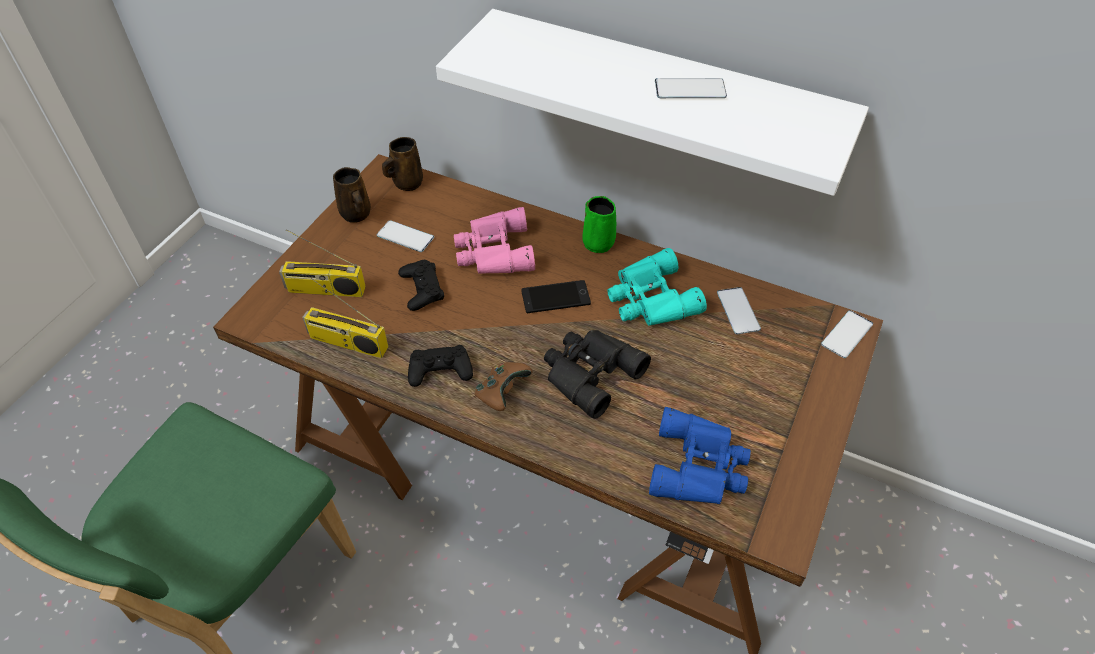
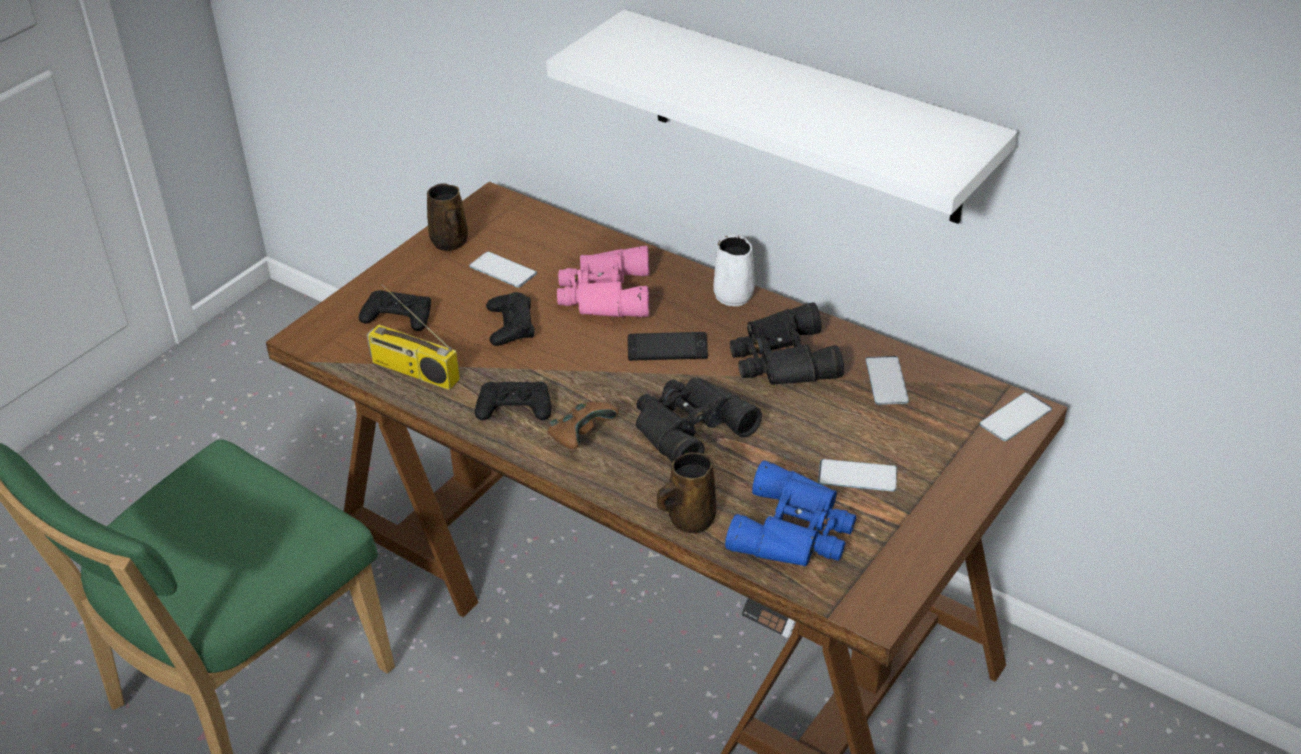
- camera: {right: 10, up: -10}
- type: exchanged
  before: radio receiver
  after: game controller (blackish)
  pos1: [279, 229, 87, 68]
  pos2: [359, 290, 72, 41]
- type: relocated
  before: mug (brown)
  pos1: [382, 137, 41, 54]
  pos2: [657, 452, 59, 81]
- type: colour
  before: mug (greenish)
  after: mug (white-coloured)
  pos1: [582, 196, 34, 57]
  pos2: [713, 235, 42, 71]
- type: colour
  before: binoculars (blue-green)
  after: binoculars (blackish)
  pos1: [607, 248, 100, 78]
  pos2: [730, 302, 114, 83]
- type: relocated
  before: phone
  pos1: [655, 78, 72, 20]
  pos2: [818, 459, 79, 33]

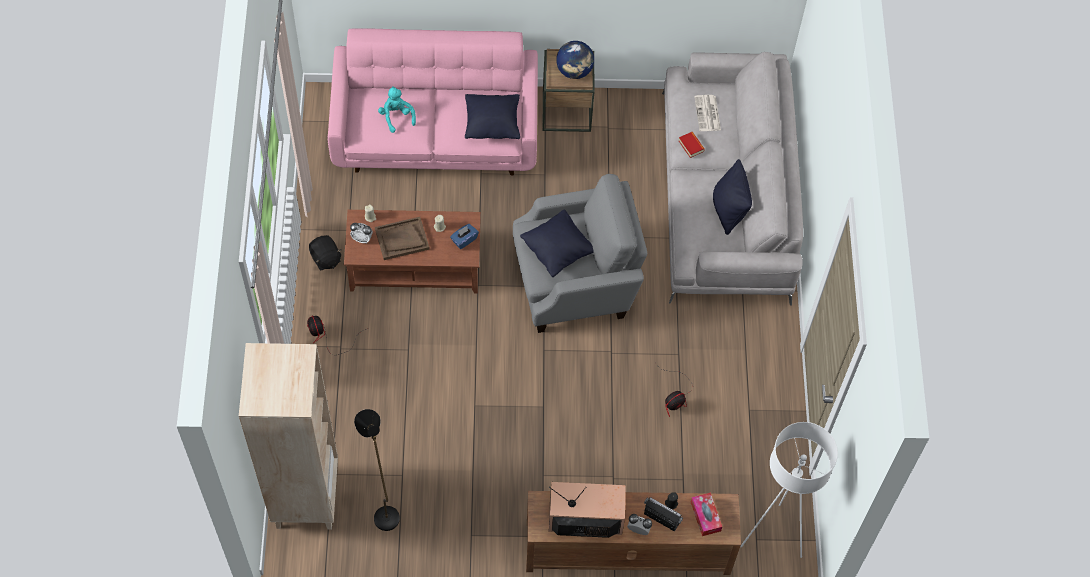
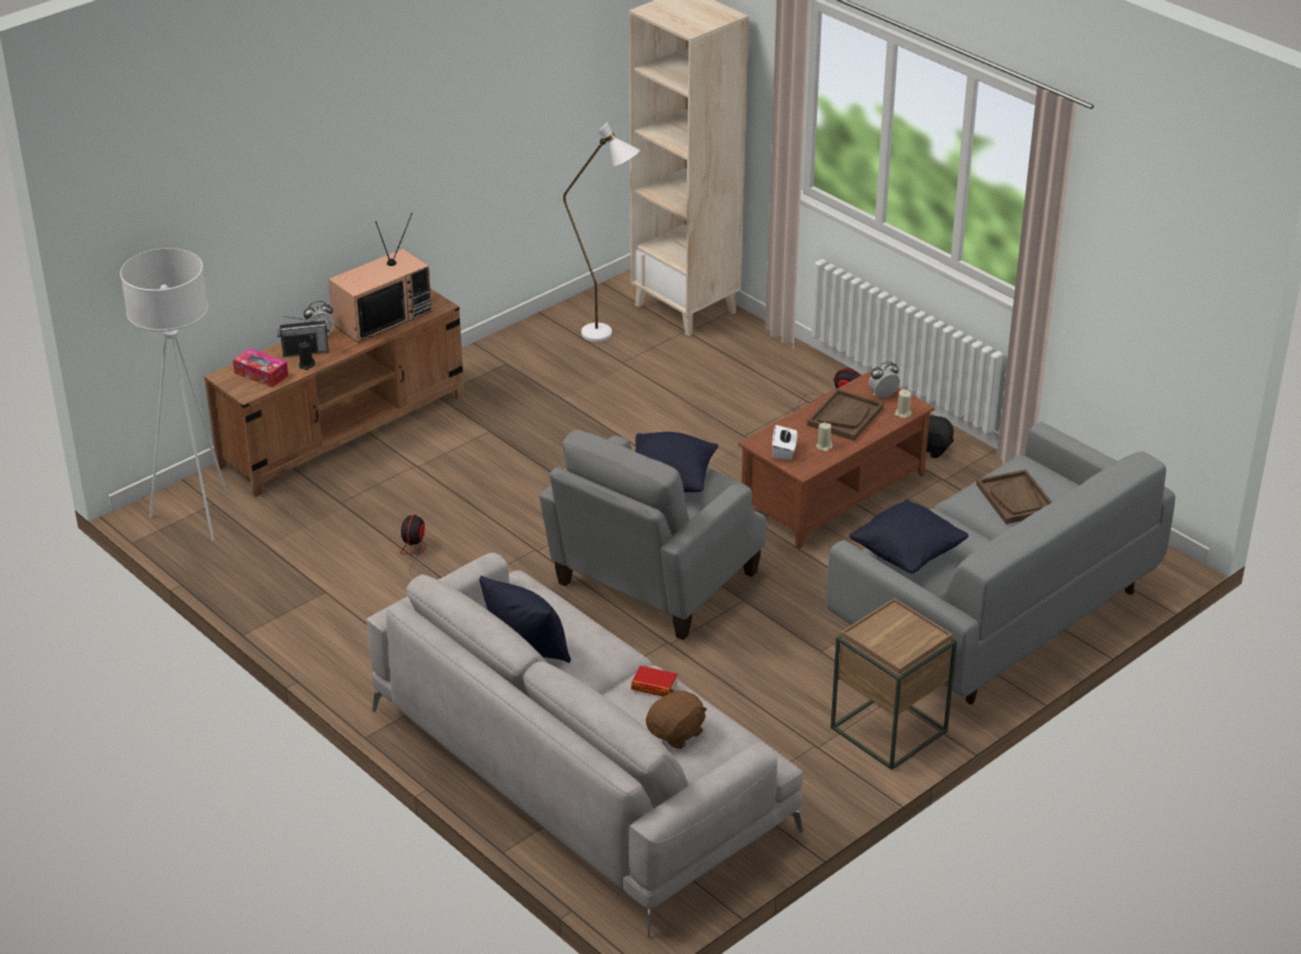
- camera: {right: 140, up: -25}
- type: colour
  before: floor lamp (blackish)
  after: floor lamp (white-coloured)
  pos1: [354, 409, 46, 122]
  pos2: [563, 122, 77, 220]
- type: exchanged
  before: printed paper
  after: cuddly toy (brown)
  pos1: [694, 95, 27, 36]
  pos2: [646, 686, 61, 63]
- type: colour
  before: tissue holder (blue-coloured)
  after: tissue holder (white-coloured)
  pos1: [450, 224, 29, 25]
  pos2: [772, 425, 25, 35]
- type: colour
  before: couch (pink)
  after: couch (grey)
  pos1: [328, 29, 210, 147]
  pos2: [826, 421, 349, 283]
- type: exchanged
  before: cuddly toy (blue-green)
  after: serving tray (brown)
  pos1: [378, 86, 38, 47]
  pos2: [976, 469, 76, 55]
- type: missing
  before: globe
  pos1: [556, 41, 38, 38]

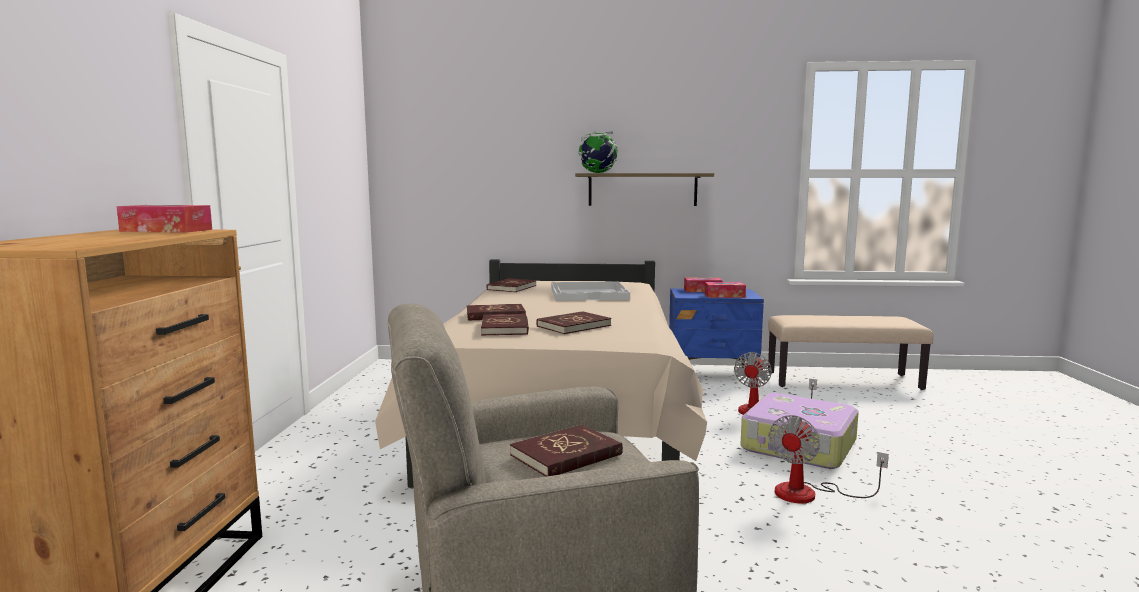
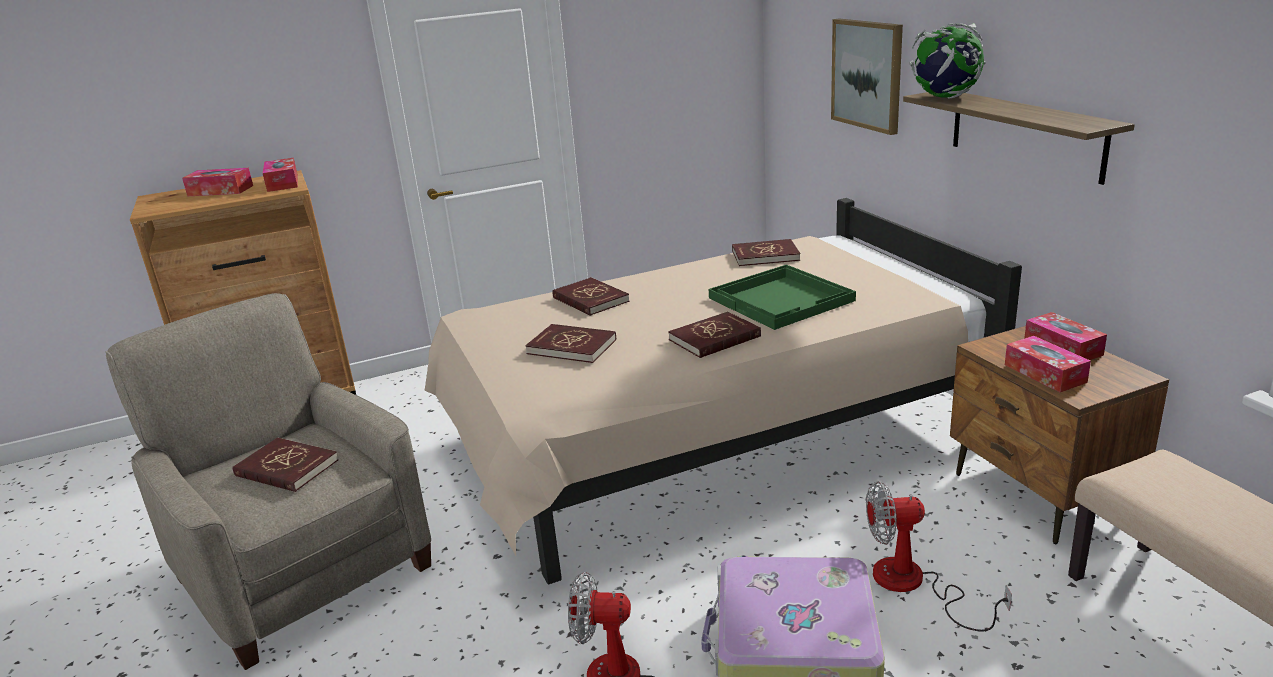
- camera: {right: 65, up: 15}
- type: appeared
  after: tissue holder
  pos2: [182, 168, 71, 28]
- type: relocated
  before: bound book (red-coloured)
  pos1: [481, 314, 48, 21]
  pos2: [668, 311, 93, 47]
- type: colour
  before: serving tray (white-coloured)
  after: serving tray (greenish)
  pos1: [551, 281, 79, 20]
  pos2: [709, 264, 147, 66]
- type: appeared
  after: wall art
  pos2: [831, 19, 72, 116]
- type: colour
  before: night table (blue-coloured)
  after: night table (brown)
  pos1: [669, 288, 95, 80]
  pos2: [950, 326, 219, 218]

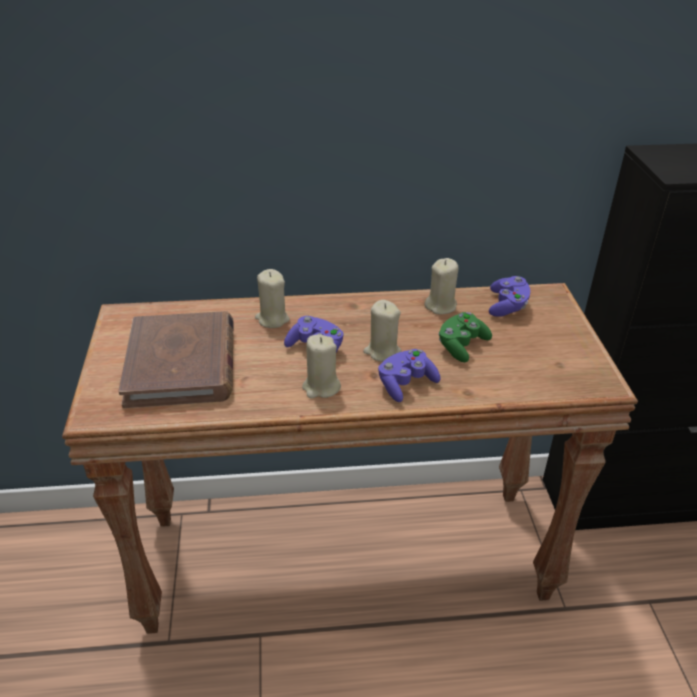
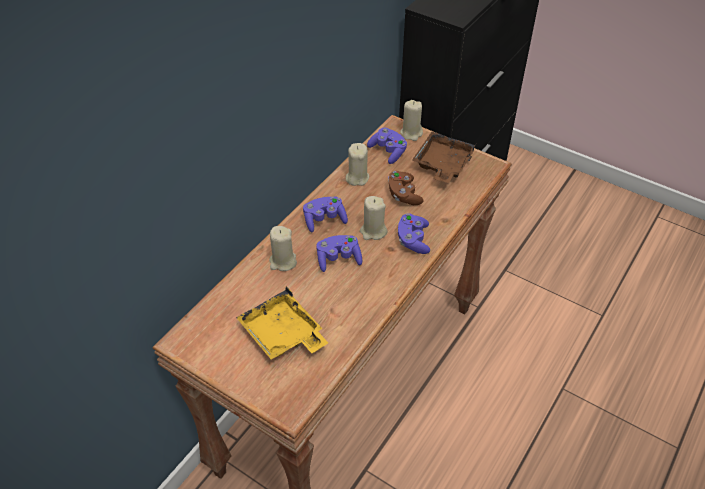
- camera: {right: -50, up: 10}
- type: exchanged
  before: bound book (brown)
  after: serving tray (yellow-coloured)
  pos1: [118, 311, 115, 97]
  pos2: [236, 286, 92, 73]
- type: appeared
  after: game controller (purplish)
  pos2: [303, 197, 45, 36]
- type: colour
  before: game controller (greenish)
  after: game controller (brown)
  pos1: [438, 312, 54, 50]
  pos2: [388, 171, 35, 34]
- type: relocated
  before: wax candle (sand-coloured)
  pos1: [302, 334, 39, 64]
  pos2: [400, 100, 23, 41]
- type: appeared
  after: serving tray (brown)
  pos2: [412, 132, 64, 51]

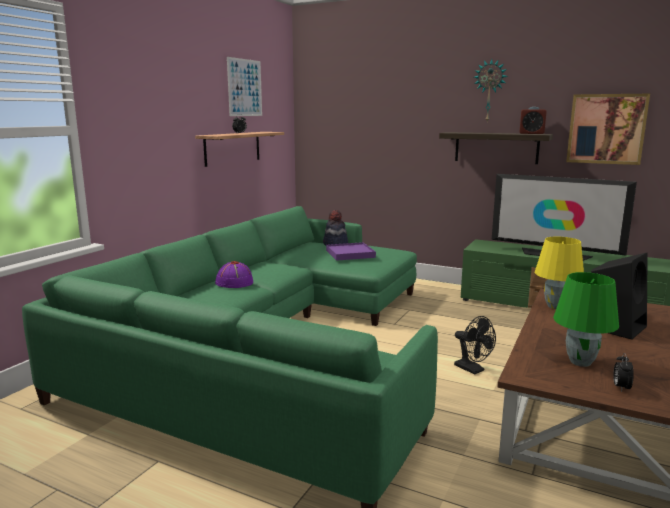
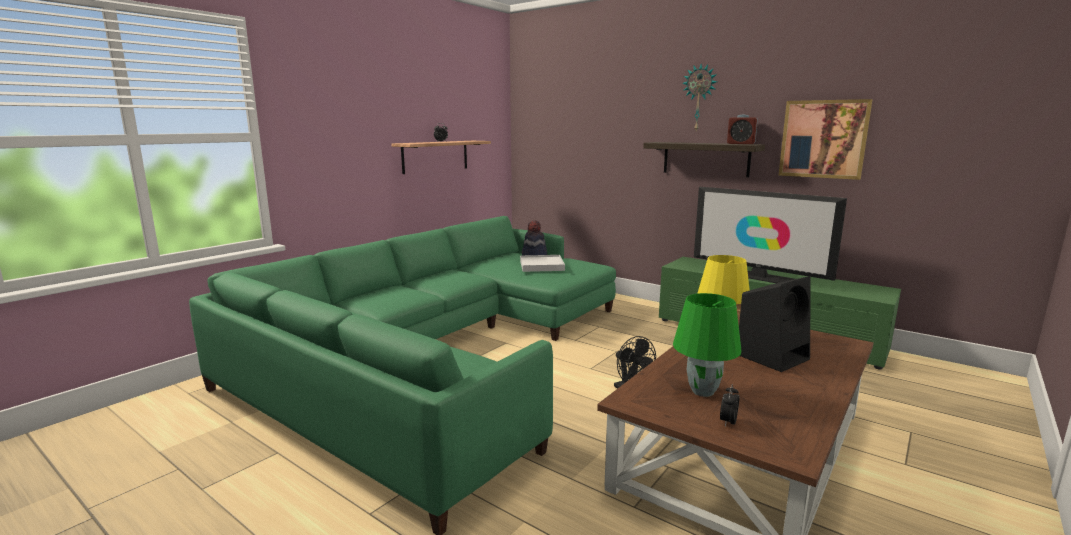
- camera: {right: 10, up: 0}
- type: colour
  before: serving tray (purplish)
  after: serving tray (white-coloured)
  pos1: [326, 242, 50, 19]
  pos2: [520, 255, 45, 17]
- type: missing
  before: clothing hat (purplish)
  pos1: [215, 261, 38, 27]
- type: missing
  before: wall art
  pos1: [227, 57, 35, 59]

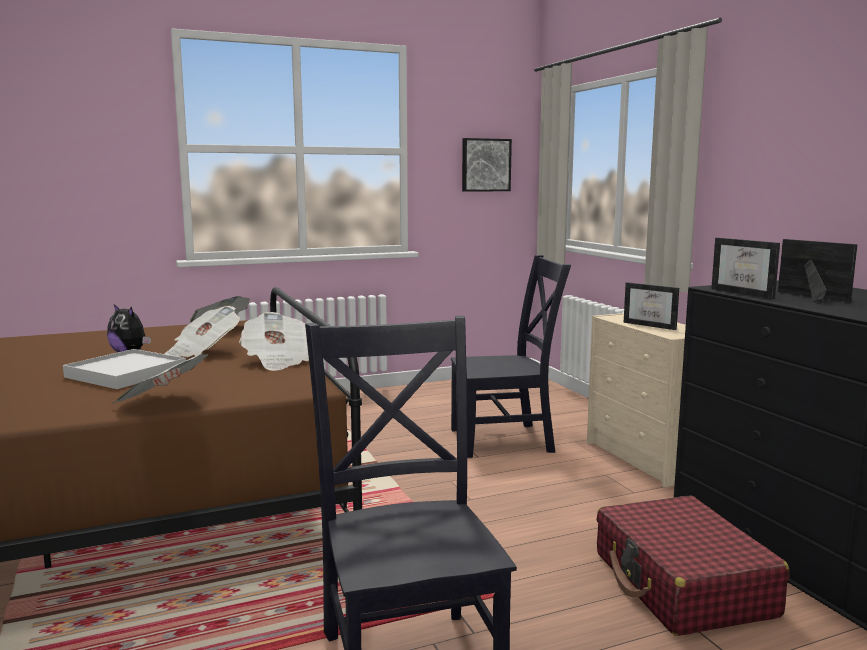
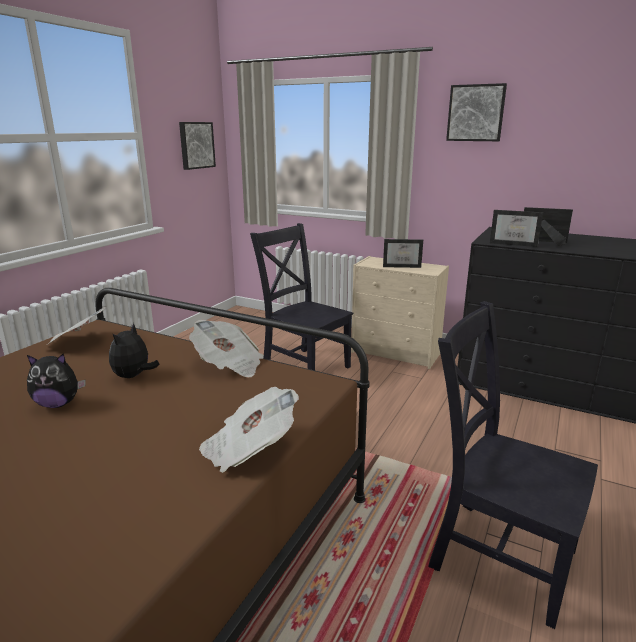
- camera: {right: -40, up: 10}
- type: exchanged
  before: printed paper
  after: cuddly toy
  pos1: [165, 306, 75, 51]
  pos2: [109, 323, 51, 55]
- type: spun
  before: plain chair (blackish)
  pos1: [451, 255, 120, 203]
  pos2: [250, 223, 103, 147]
  turn: -90
- type: appeared
  after: wall art
  pos2: [446, 83, 61, 58]
- type: missing
  before: serving tray (white-coloured)
  pos1: [63, 349, 123, 40]
- type: missing
  before: piece of luggage (red-coloured)
  pos1: [597, 496, 192, 140]

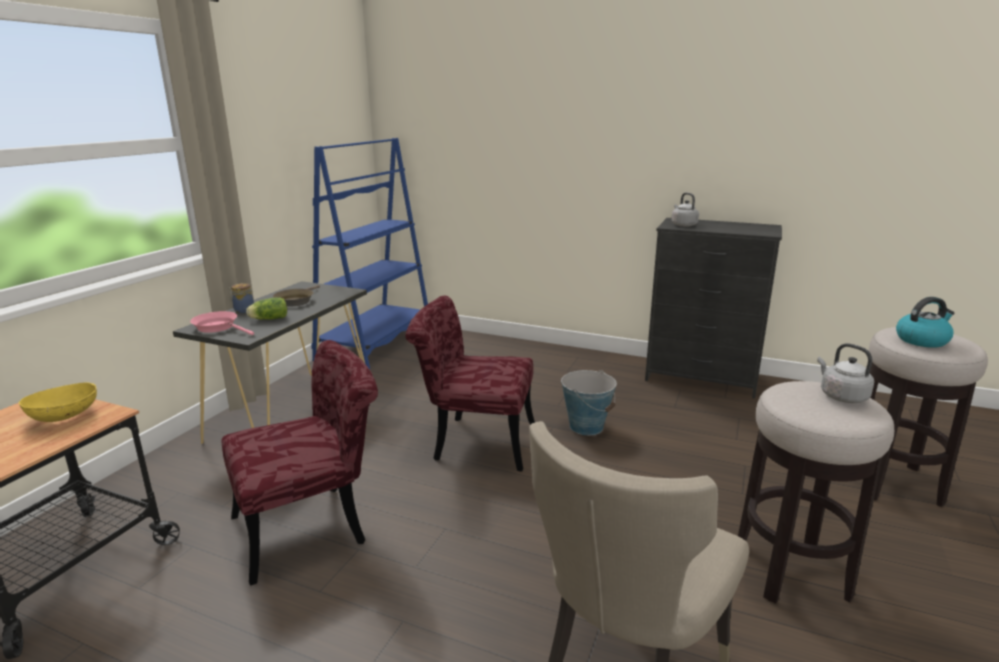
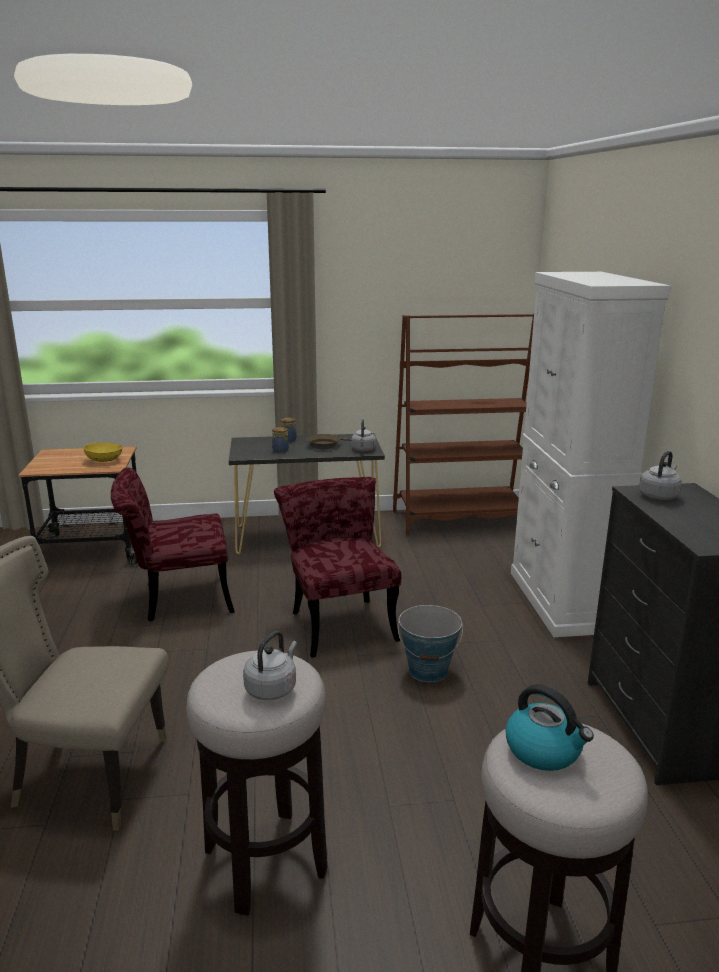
- camera: {right: 60, up: 0}
- type: spun
  before: plain chair (red-coloured)
  pos1: [221, 340, 157, 246]
  pos2: [111, 468, 123, 154]
  turn: 135
- type: exchanged
  before: lettuce
  after: preserve jar
  pos1: [246, 297, 41, 23]
  pos2: [272, 427, 17, 25]
- type: appeared
  after: tea kettle (grey)
  pos2: [351, 419, 25, 32]
- type: colour
  before: bookcase (blue-coloured)
  after: bookcase (brown)
  pos1: [311, 138, 117, 231]
  pos2: [393, 313, 141, 223]
- type: appeared
  after: cabinet (white-coloured)
  pos2: [511, 272, 160, 365]
- type: missing
  before: frying pan (pink)
  pos1: [190, 311, 64, 24]

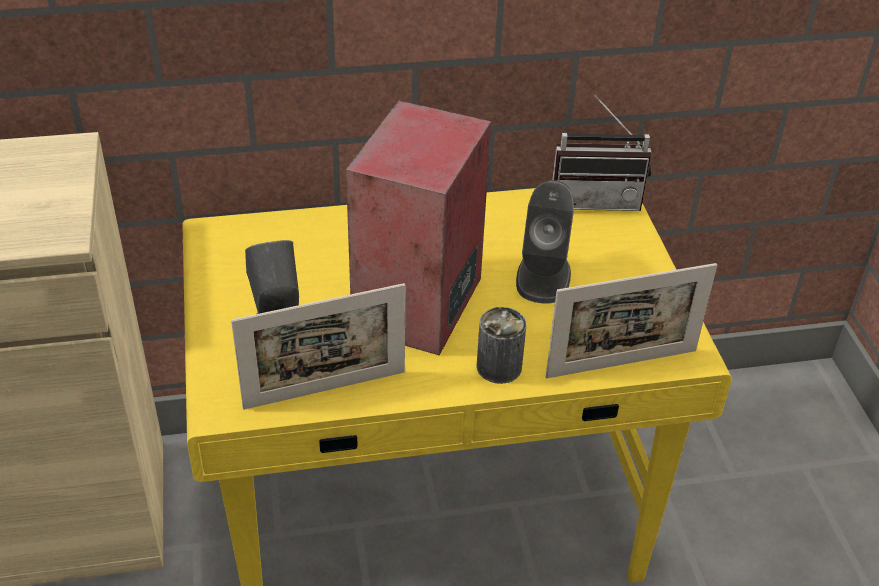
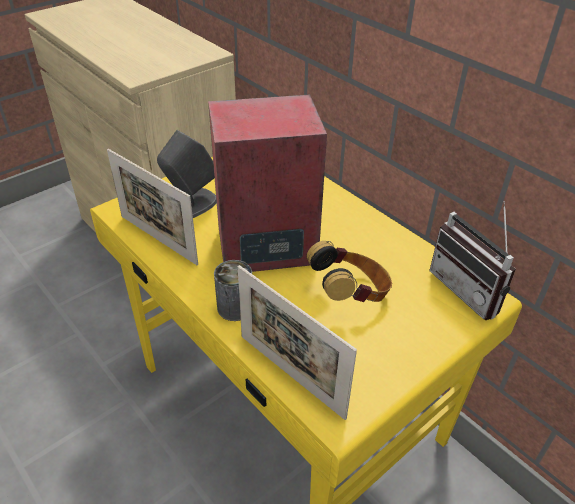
- camera: {right: 60, up: 0}
- type: exchanged
  before: audio speaker (grey)
  after: pair of headphones
  pos1: [516, 180, 58, 124]
  pos2: [306, 241, 86, 61]

